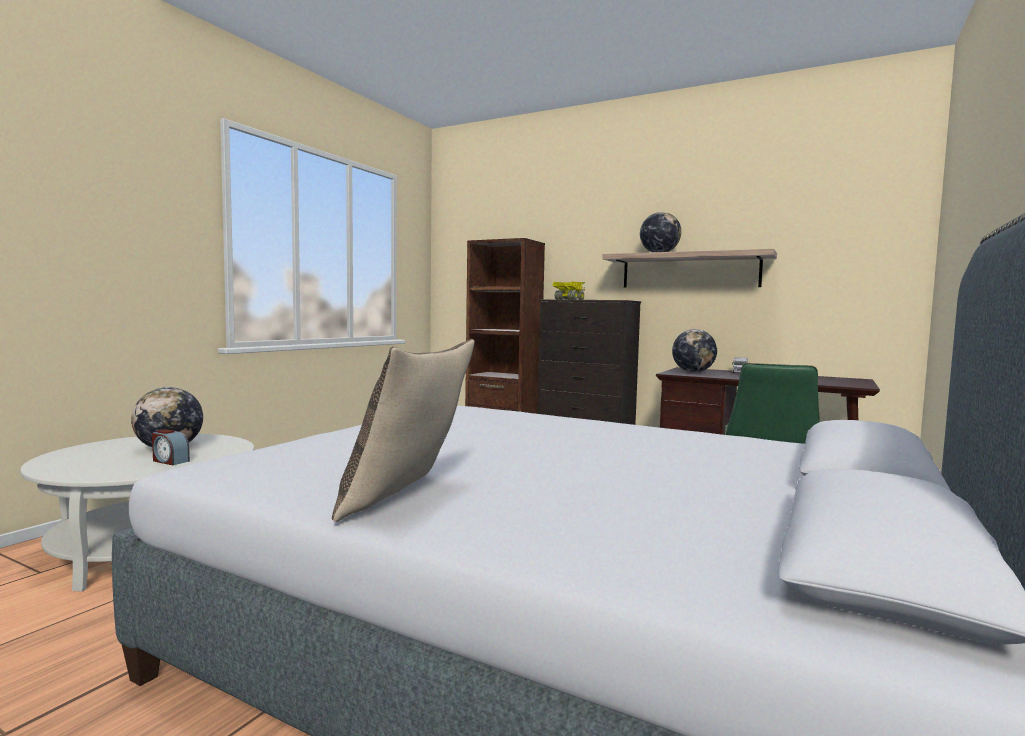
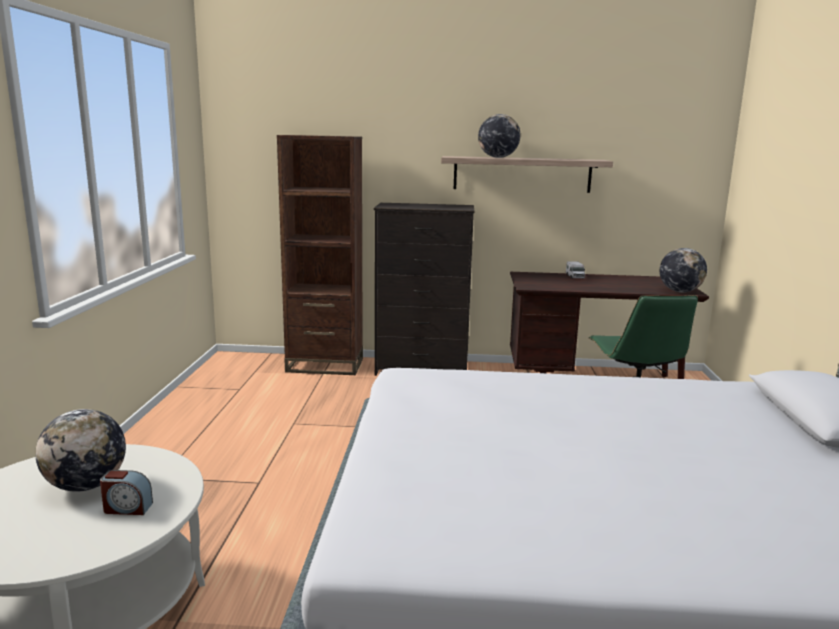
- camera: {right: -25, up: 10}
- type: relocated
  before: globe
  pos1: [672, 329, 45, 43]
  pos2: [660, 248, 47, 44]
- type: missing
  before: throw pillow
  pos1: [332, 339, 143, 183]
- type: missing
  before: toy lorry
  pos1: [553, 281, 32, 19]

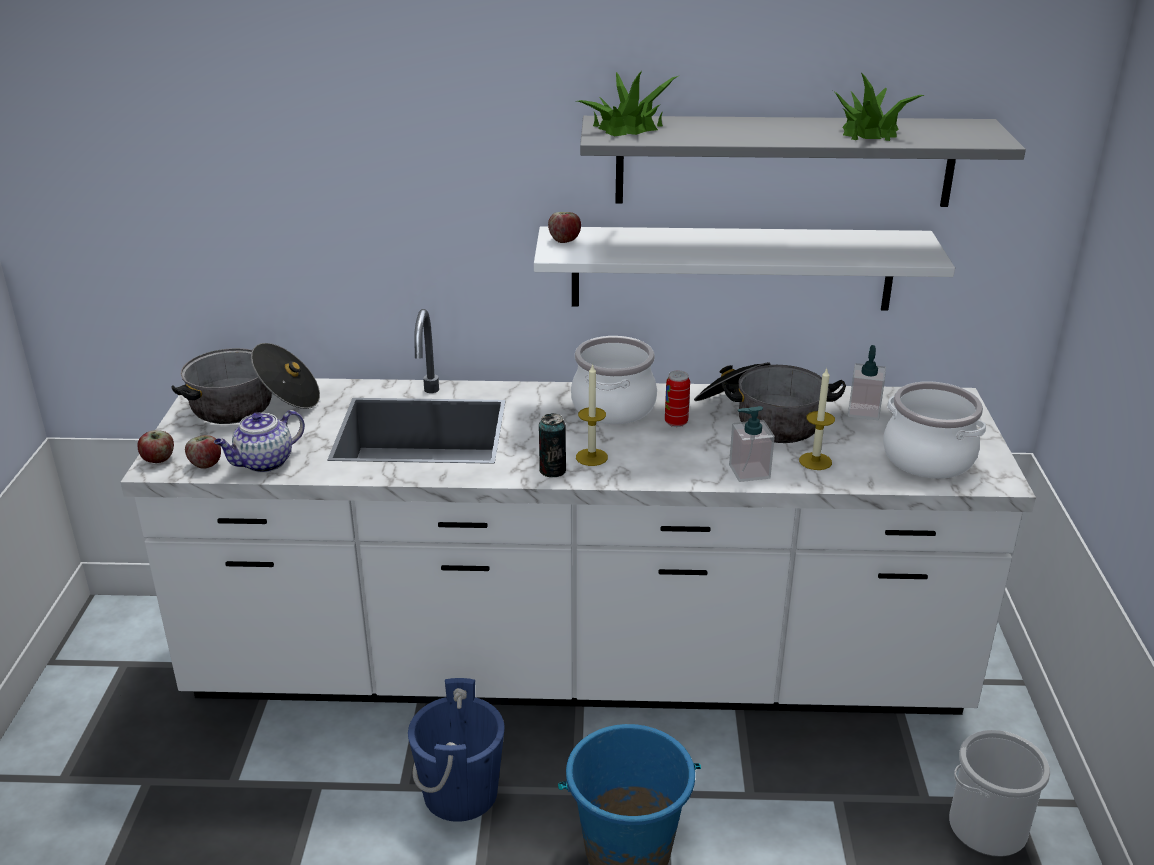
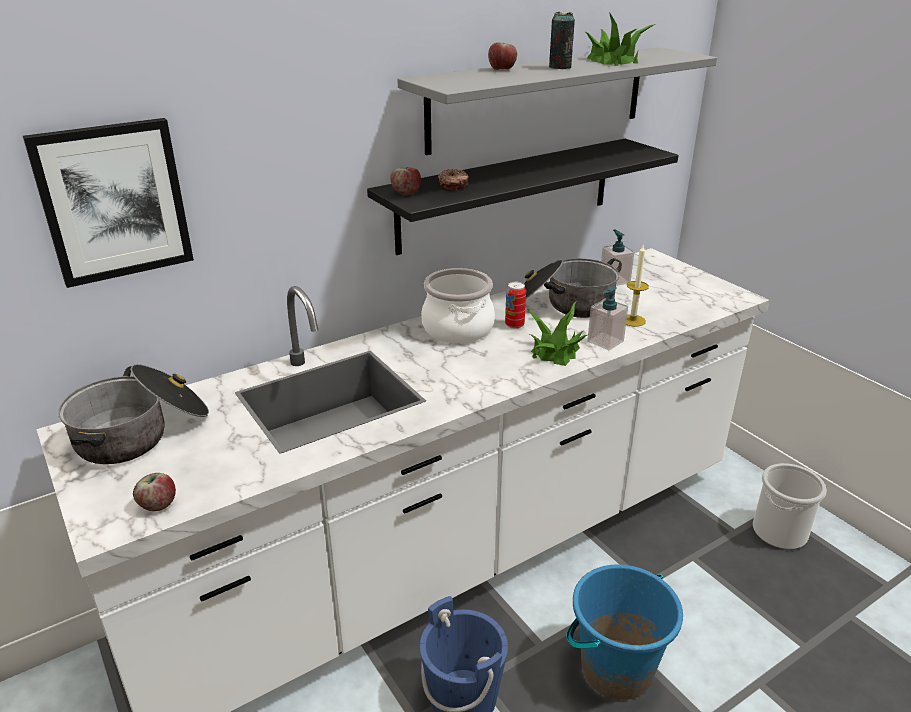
- camera: {right: -35, up: 0}
- type: appeared
  after: wall art
  pos2: [23, 118, 171, 170]
- type: colour
  before: bracket shelf (white-coloured)
  after: bracket shelf (blackish)
  pos1: [534, 226, 421, 85]
  pos2: [367, 139, 311, 116]
- type: appeared
  after: ring doughnut
  pos2: [438, 169, 31, 21]
- type: relocated
  before: apple
  pos1: [138, 430, 36, 33]
  pos2: [488, 42, 29, 28]
- type: relocated
  before: potted plant
  pos1: [576, 71, 104, 66]
  pos2: [526, 302, 62, 64]
- type: relocated
  before: metal can
  pos1: [539, 413, 27, 64]
  pos2: [549, 11, 26, 58]
- type: missing
  before: tea pot
  pos1: [214, 410, 91, 63]
- type: missing
  before: wax candle
  pos1: [576, 363, 32, 103]
- type: missing
  before: stockpot
  pos1: [883, 381, 103, 98]

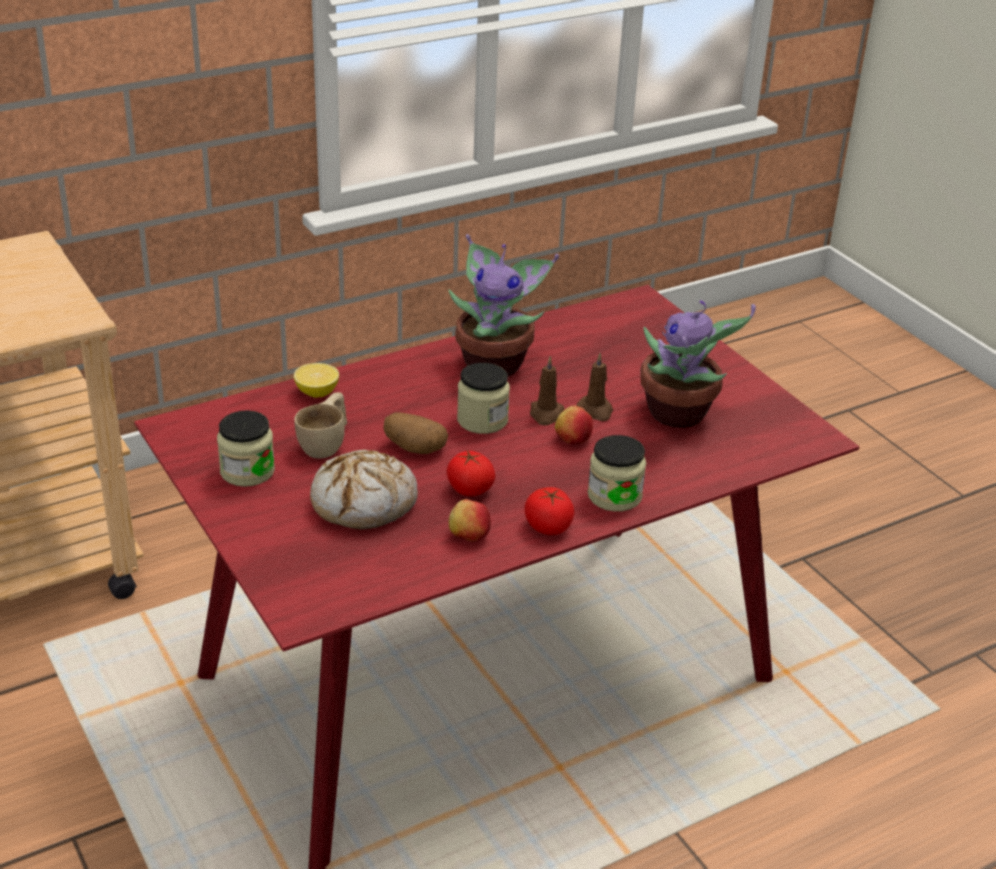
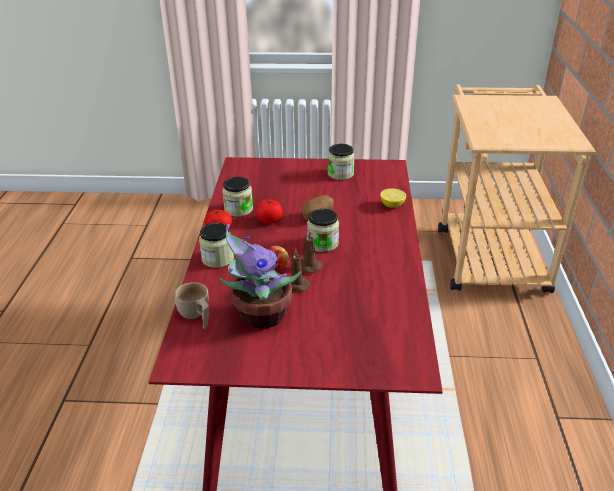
- camera: {right: 125, up: 0}
- type: relocated
  before: cup (sand-coloured)
  pos1: [294, 392, 53, 66]
  pos2: [175, 282, 34, 47]
- type: exchanged
  before: apple
  after: preserve jar
  pos1: [448, 499, 43, 42]
  pos2: [222, 177, 31, 40]
- type: missing
  before: bakery bread
  pos1: [310, 449, 108, 81]
- type: missing
  before: potted plant
  pos1: [449, 234, 110, 143]

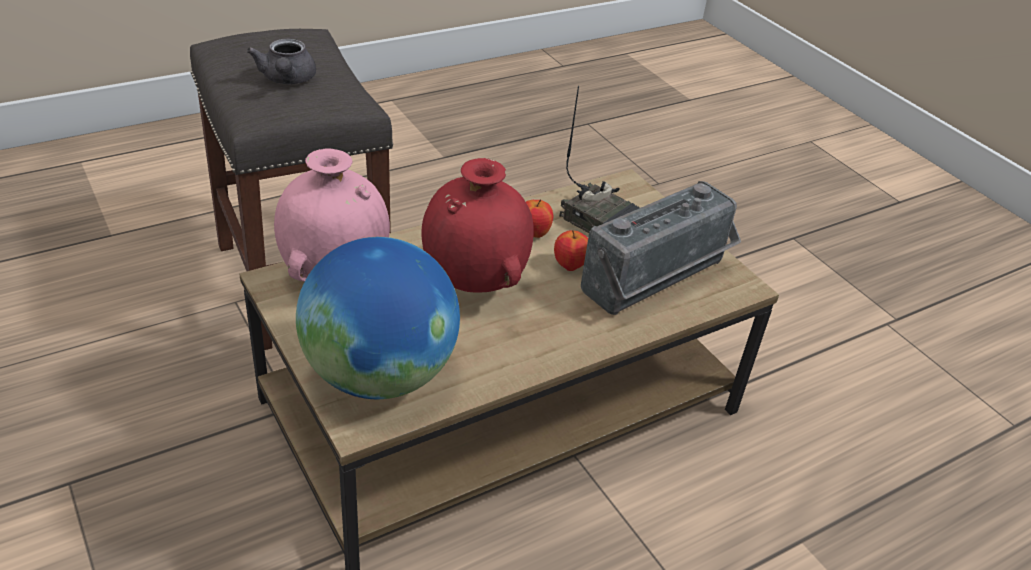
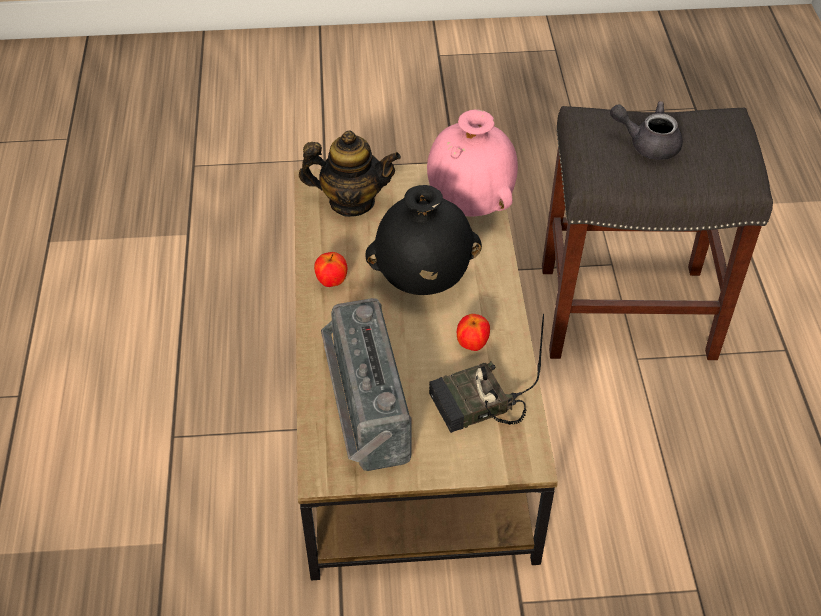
- camera: {right: 120, up: 10}
- type: exchanged
  before: globe
  after: tea pot
  pos1: [296, 237, 164, 162]
  pos2: [299, 130, 102, 87]
- type: relocated
  before: apple
  pos1: [554, 230, 34, 41]
  pos2: [314, 252, 33, 35]
- type: colour
  before: decorative vase (red-coloured)
  after: decorative vase (blackish)
  pos1: [421, 158, 113, 134]
  pos2: [365, 185, 117, 110]

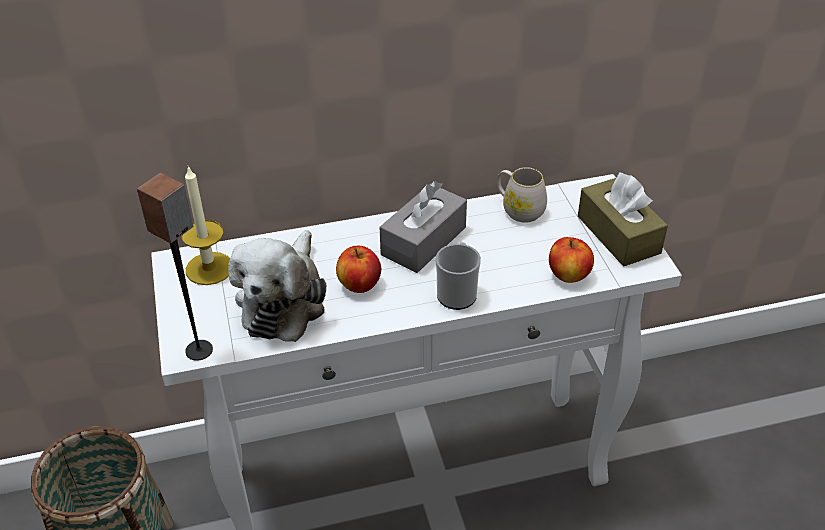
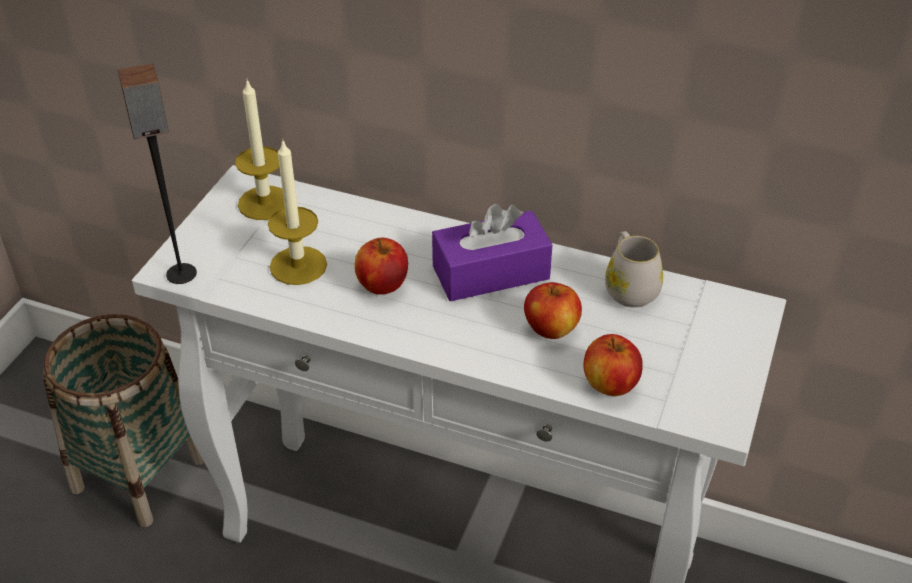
- camera: {right: 35, up: 0}
- type: exchanged
  before: cuddly toy
  after: wax candle
  pos1: [228, 230, 98, 112]
  pos2: [268, 139, 59, 146]
- type: colour
  before: tissue holder (grey)
  after: tissue holder (purplish)
  pos1: [380, 181, 87, 92]
  pos2: [432, 204, 121, 97]
- type: appeared
  after: apple
  pos2: [524, 282, 58, 57]
- type: missing
  before: mug
  pos1: [435, 242, 46, 68]
- type: missing
  before: tissue holder (brown)
  pos1: [578, 173, 90, 93]

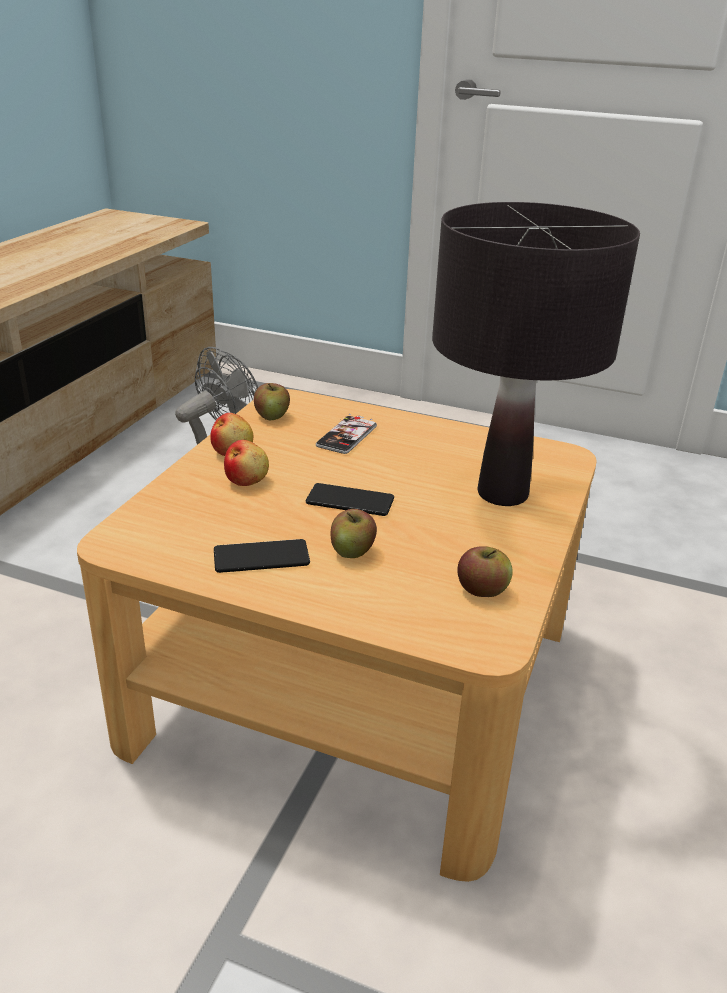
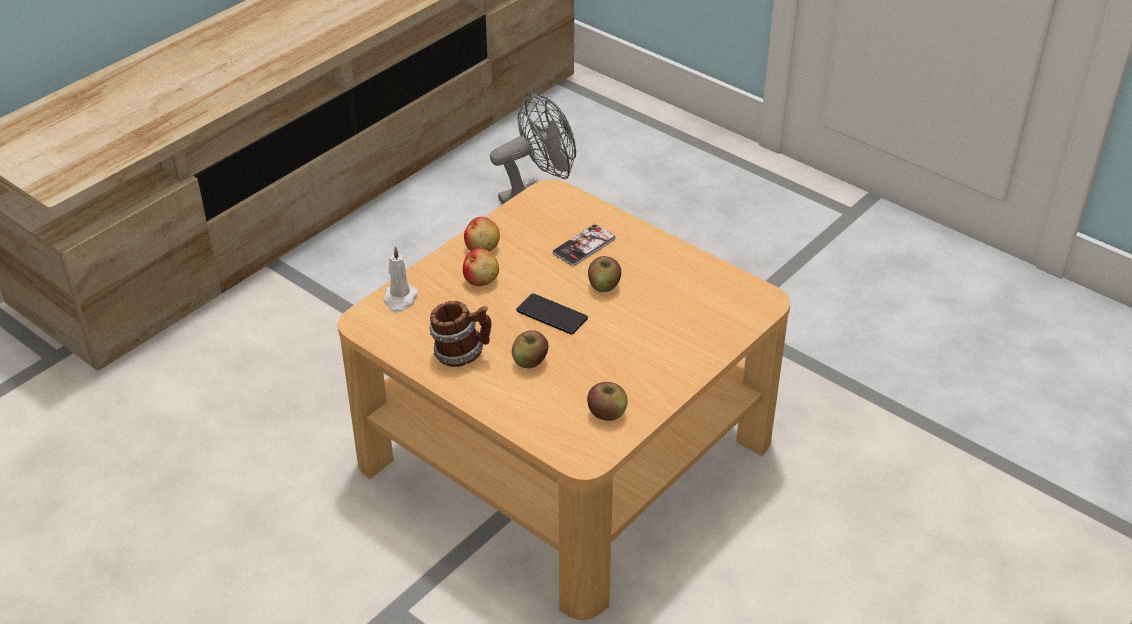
- camera: {right: 20, up: 10}
- type: appeared
  after: wax candle (white-coloured)
  pos2: [383, 246, 36, 66]
- type: exchanged
  before: phone
  after: mug
  pos1: [214, 539, 96, 34]
  pos2: [430, 301, 62, 66]
- type: relocated
  before: apple
  pos1: [254, 383, 36, 37]
  pos2: [588, 256, 33, 36]
- type: missing
  before: tabletop lamp (blackish)
  pos1: [432, 202, 208, 304]

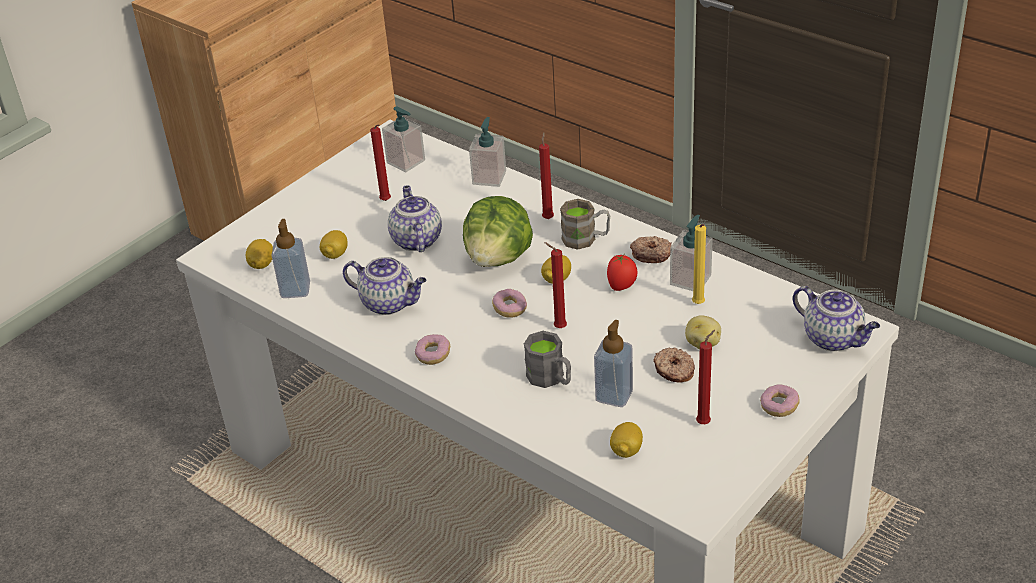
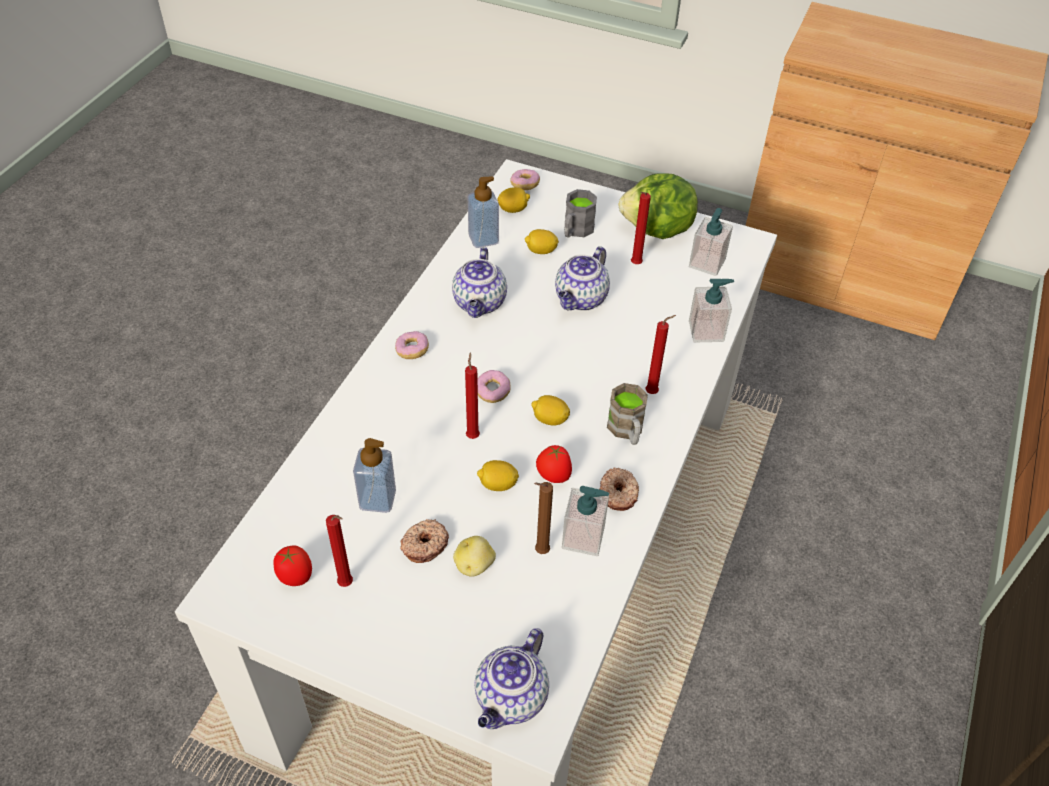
- camera: {right: 70, up: 10}
- type: appeared
  after: whole tomato
  pos2: [274, 545, 38, 41]
- type: relocated
  before: whole lemon
  pos1: [610, 422, 33, 36]
  pos2: [477, 460, 42, 31]
- type: relocated
  before: ring doughnut
  pos1: [760, 384, 40, 33]
  pos2: [510, 169, 30, 21]
- type: colour
  before: wax candle (yellow-coloured)
  after: wax candle (brown)
  pos1: [692, 224, 14, 80]
  pos2: [534, 482, 19, 72]
- type: spun
  before: tea pot
  pos1: [388, 186, 54, 66]
  pos2: [555, 246, 55, 65]
  turn: 150
- type: relocated
  before: mug (grey)
  pos1: [524, 331, 47, 57]
  pos2: [564, 189, 33, 49]
- type: relocated
  before: lettuce
  pos1: [463, 196, 70, 71]
  pos2: [618, 173, 80, 66]

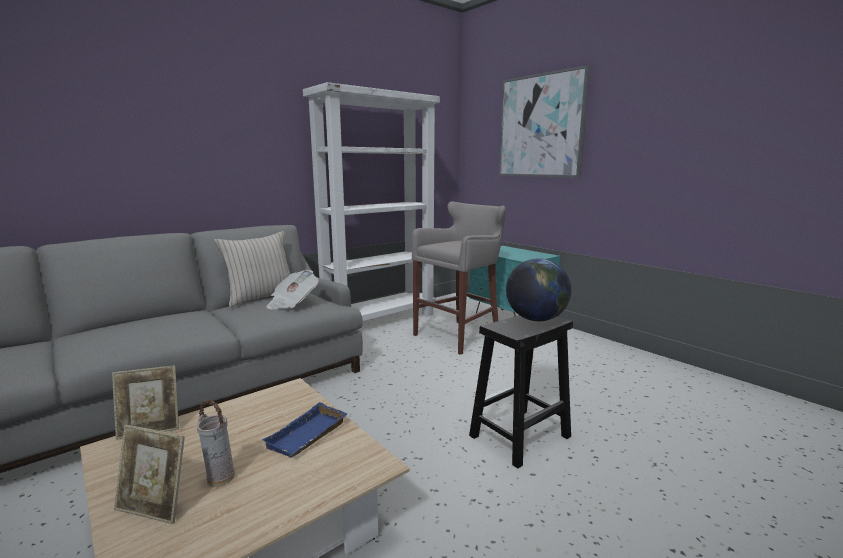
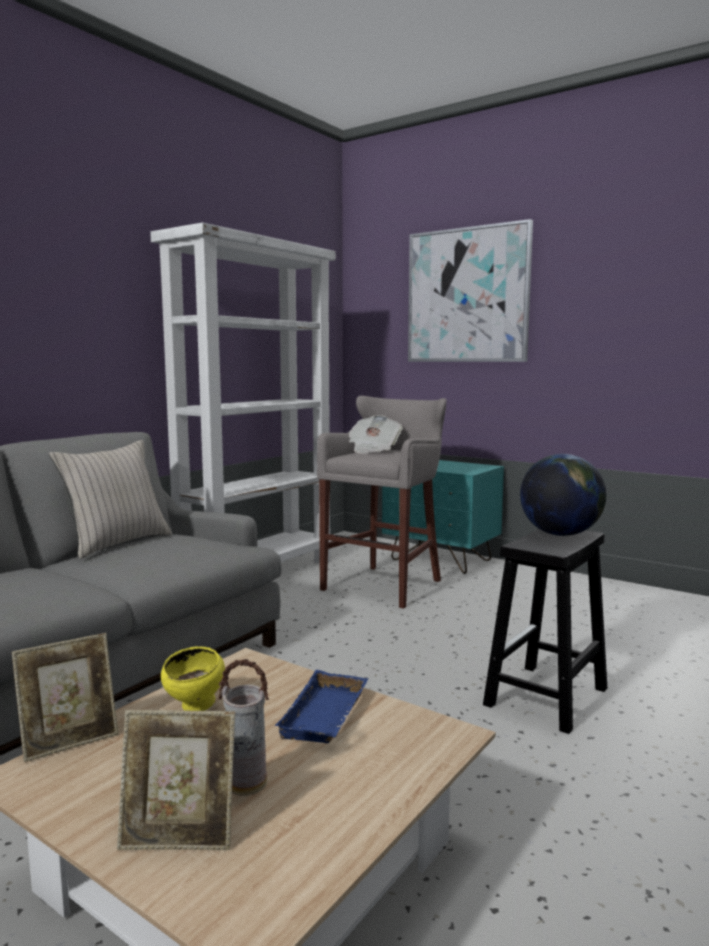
- camera: {right: -15, up: -5}
- type: appeared
  after: deep dish (yellow-coloured)
  pos2: [161, 646, 64, 65]
- type: relocated
  before: printed paper
  pos1: [267, 270, 52, 39]
  pos2: [348, 415, 55, 39]

